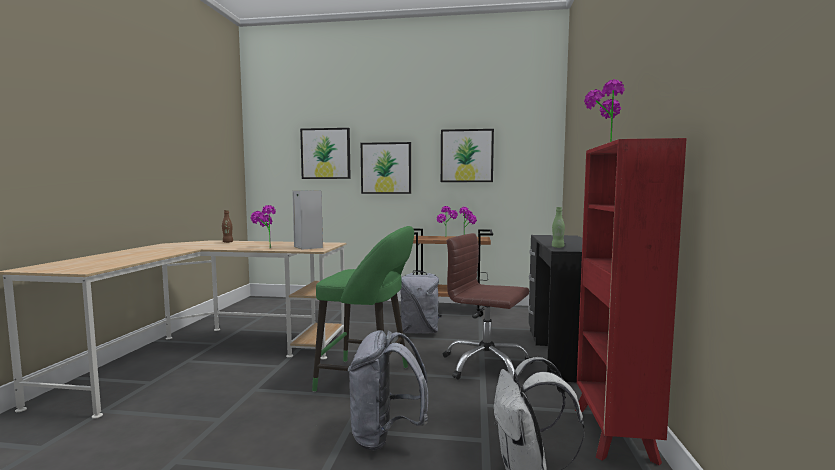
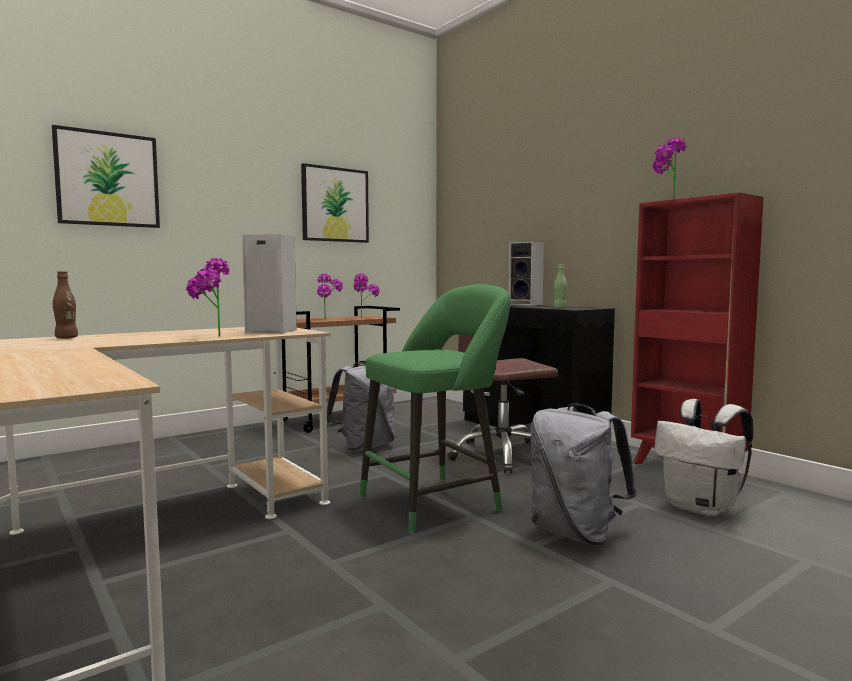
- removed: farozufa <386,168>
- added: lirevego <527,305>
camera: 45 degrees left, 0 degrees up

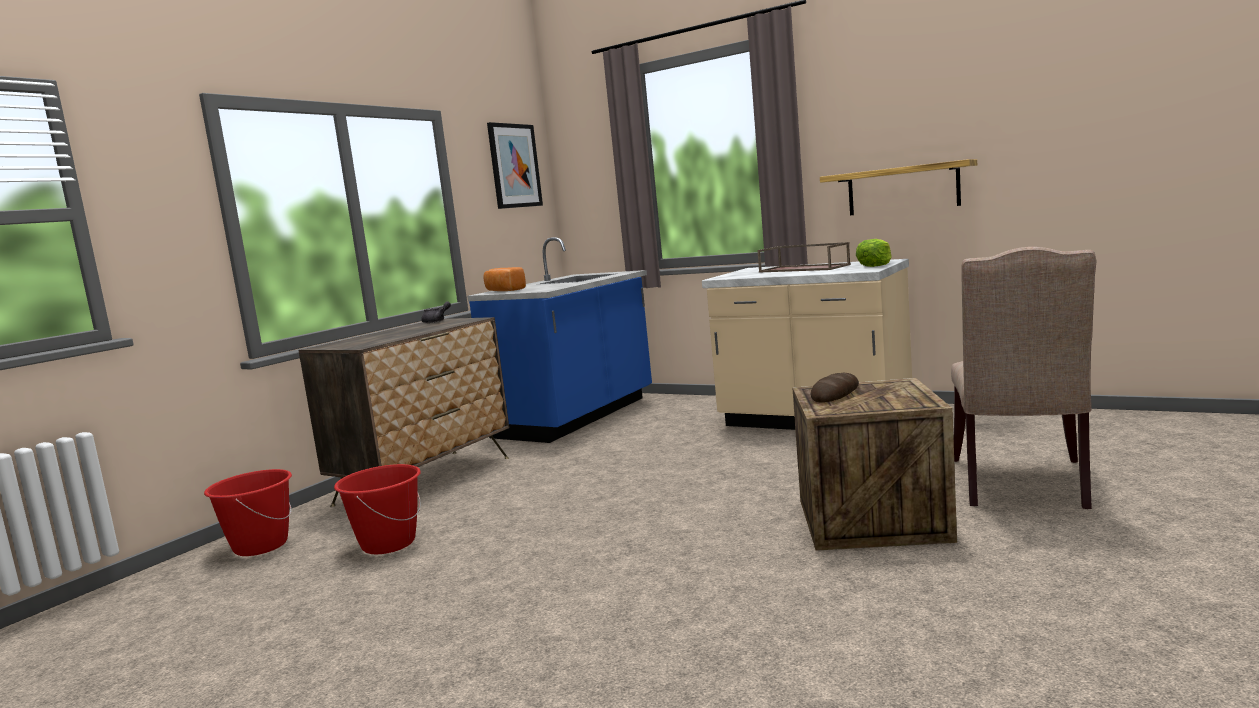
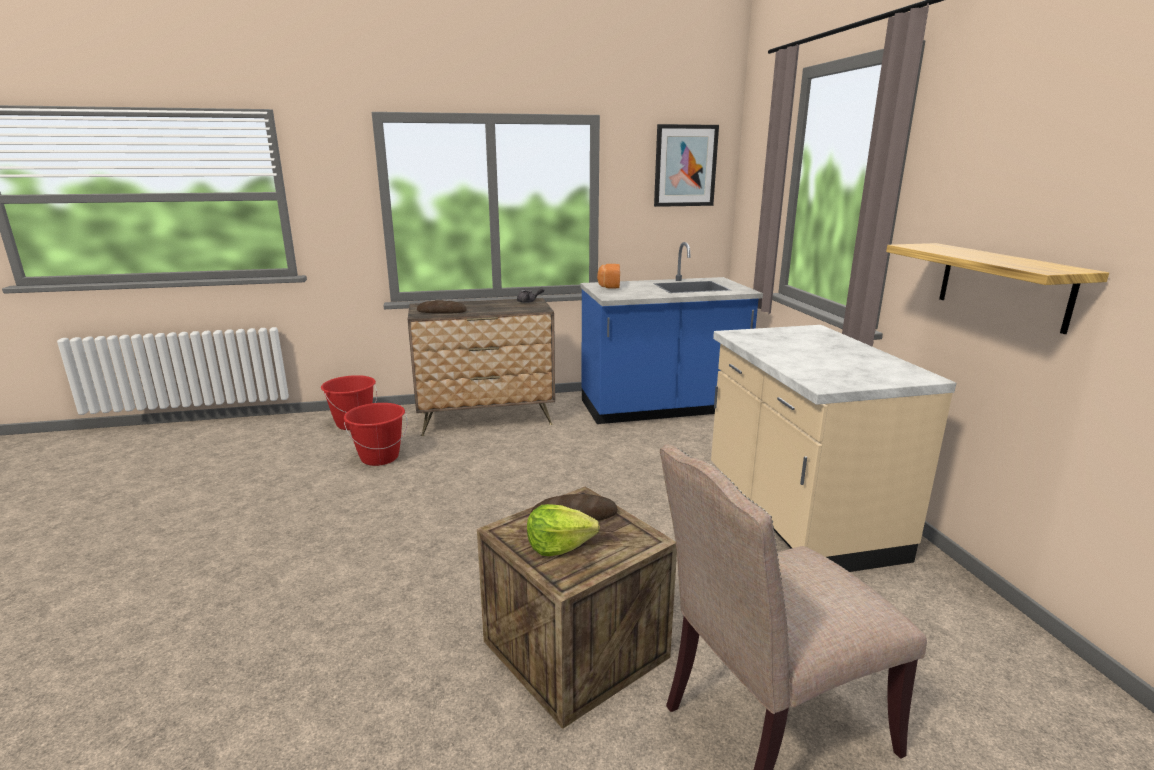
- moved: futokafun <875,265> to <558,545>
- removed: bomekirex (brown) <805,268>
- added: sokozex <442,311>
camera: 45 degrees right, 10 degrees up

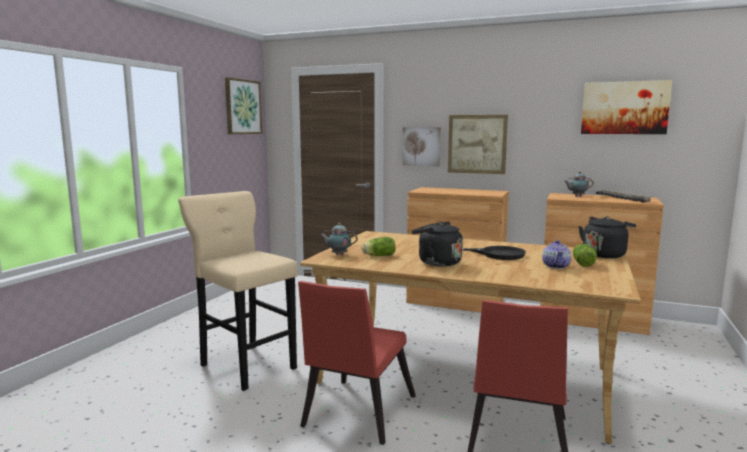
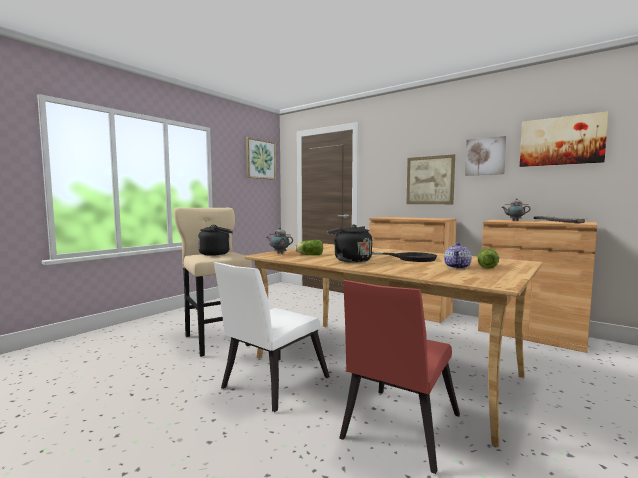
- moved: farozufa <421,146> to <485,156>
- moved: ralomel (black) <604,254> to <216,254>
- recoloured: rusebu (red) <355,414> to rusebu (white) <270,384>
camera: 15 degrees right, 5 degrees down

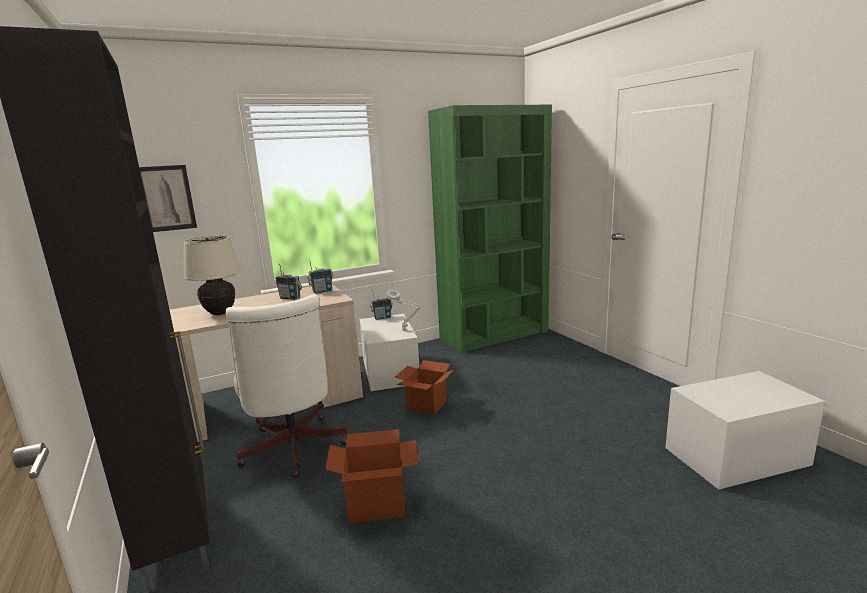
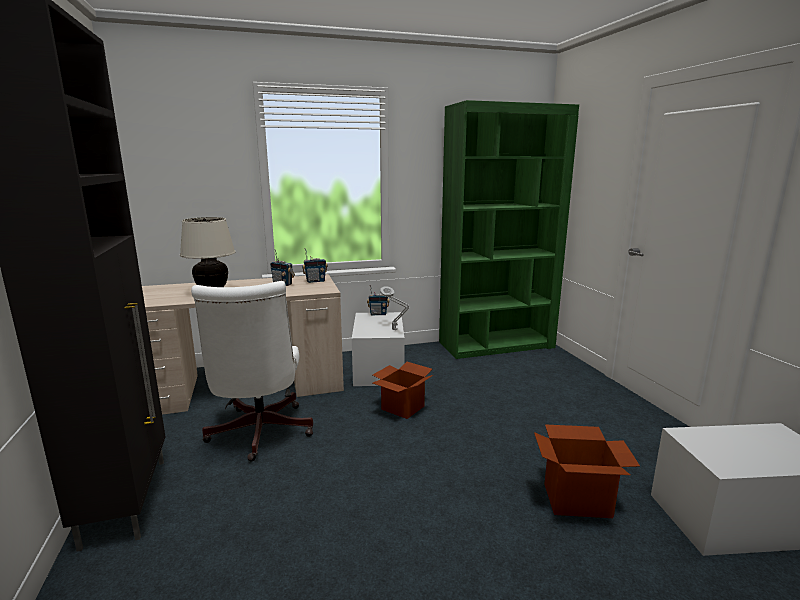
- removed: farozufa <167,198>
- moved: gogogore <377,504> to <577,500>
camera: 10 degrees right, 0 degrees up

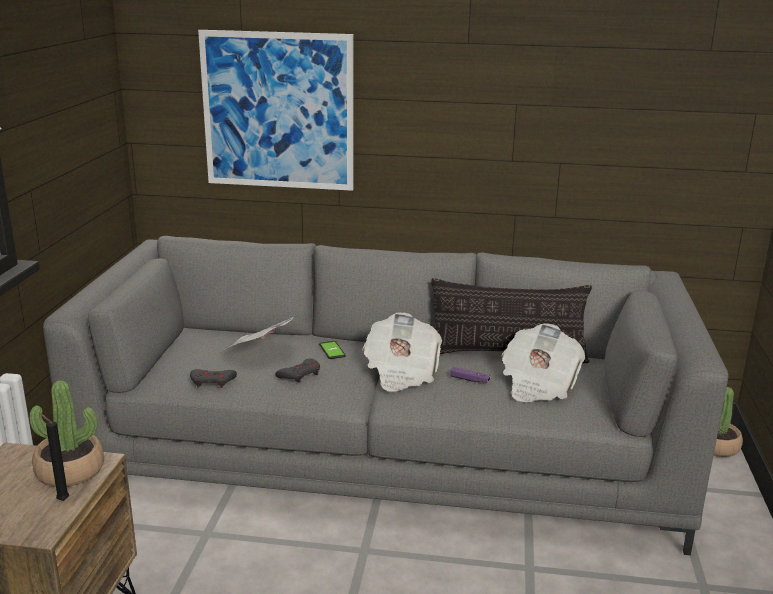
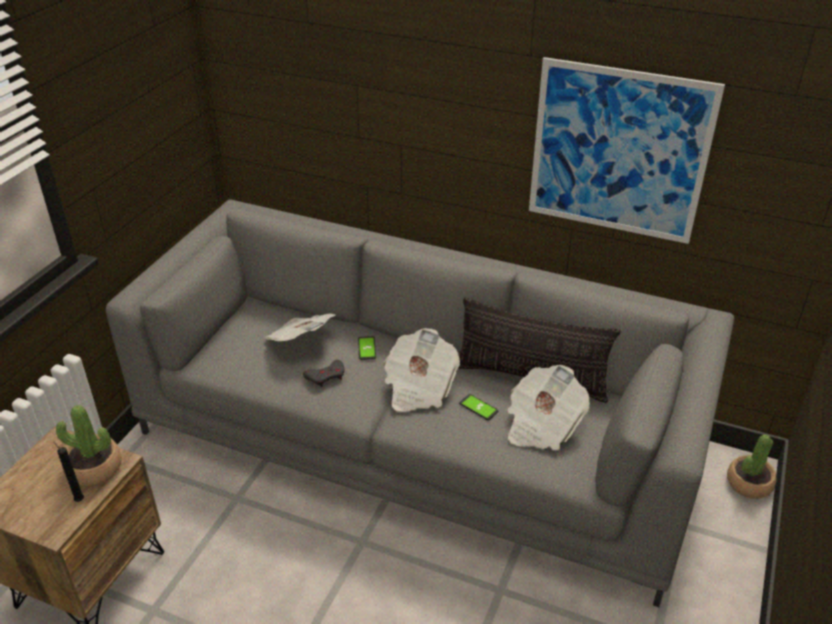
- moved: farozufa <278,111> to <618,152>
- replaced: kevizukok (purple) <469,380> to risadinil <478,408>
- removed: kevizukok (grey) <212,381>
camera: 15 degrees right, 15 degrees up

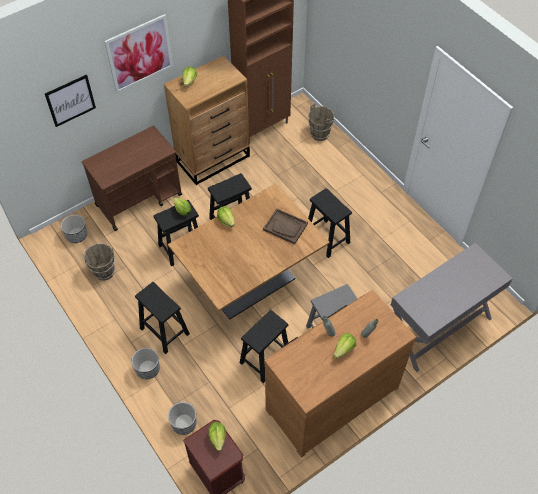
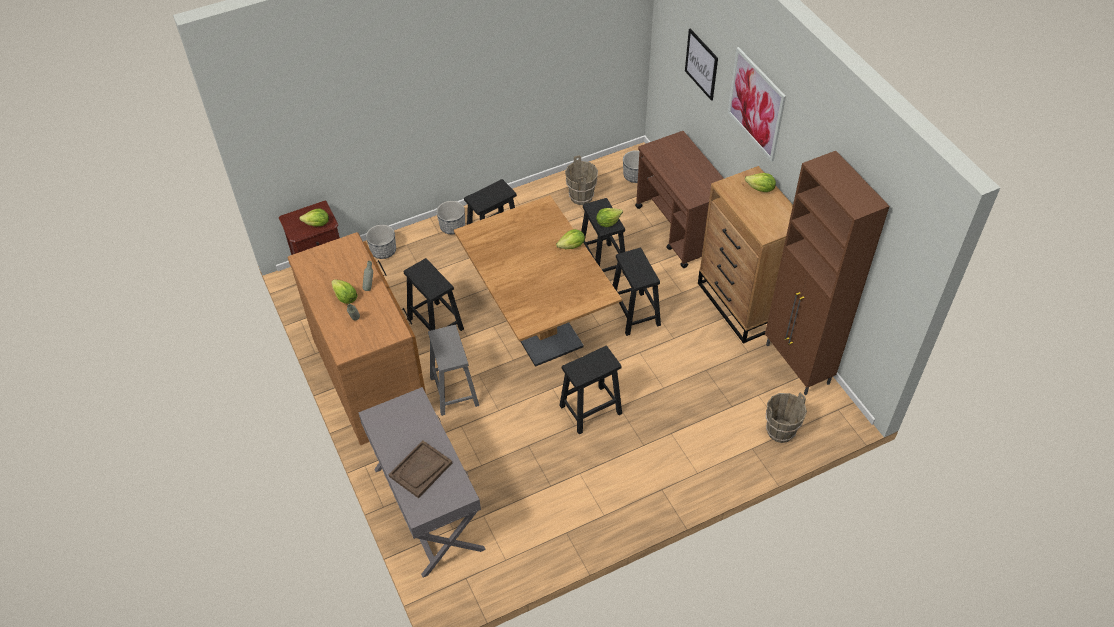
- moved: bomekirex (brown) <285,227> to <420,470>
camera: 100 degrees right, 5 degrees down

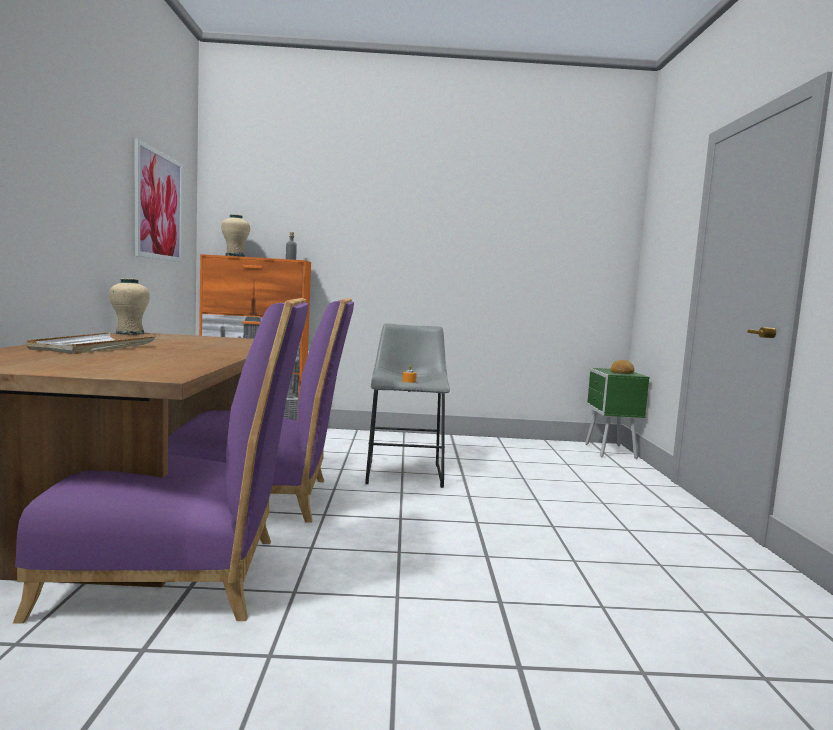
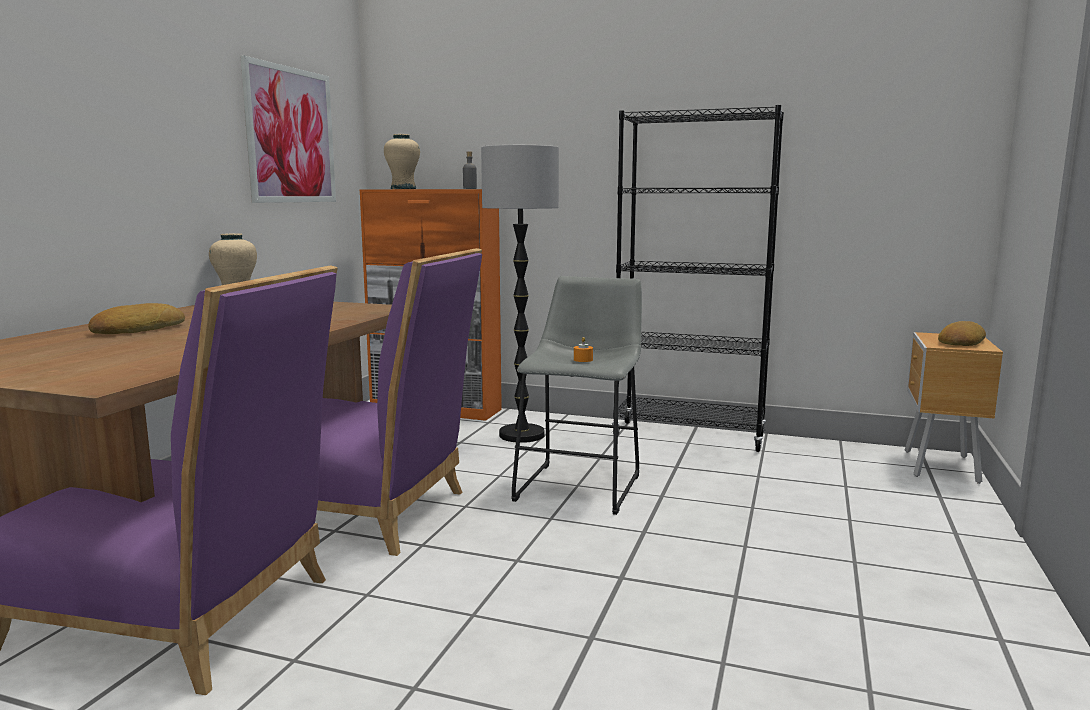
- replaced: bomekirex (white) <94,347> to sokozex <137,329>
- recoloured: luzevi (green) <609,452> to luzevi (brown) <939,467>
- added: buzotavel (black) <689,436>
- added: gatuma <521,435>
camera: 20 degrees right, 5 degrees up

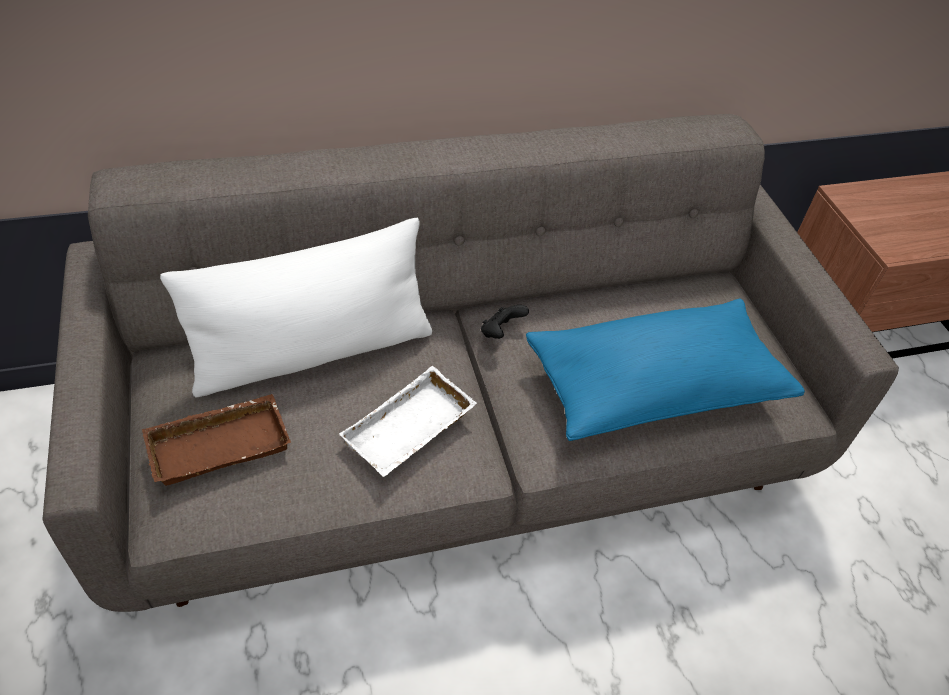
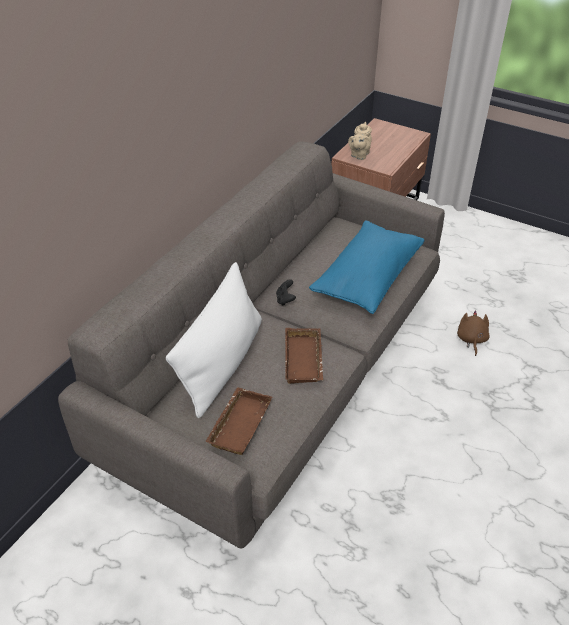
- recoloured: bomekirex (white) <410,431> to bomekirex (brown) <305,360>
- added: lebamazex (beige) <359,155>
- added: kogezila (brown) <471,340>
camera: 40 degrees left, 5 degrees down

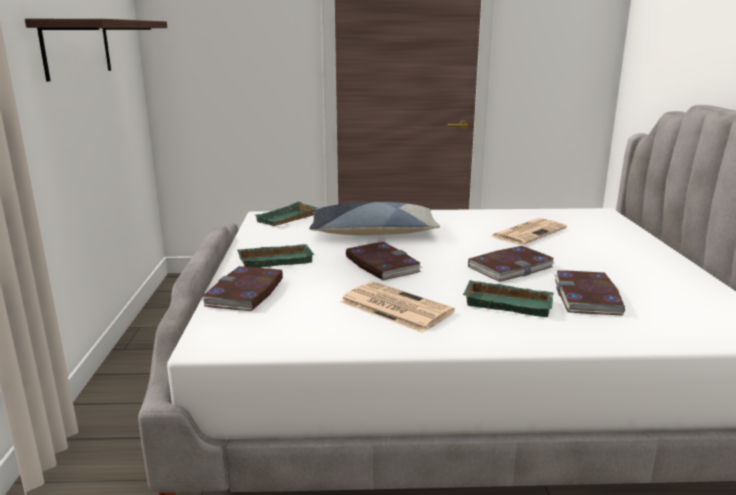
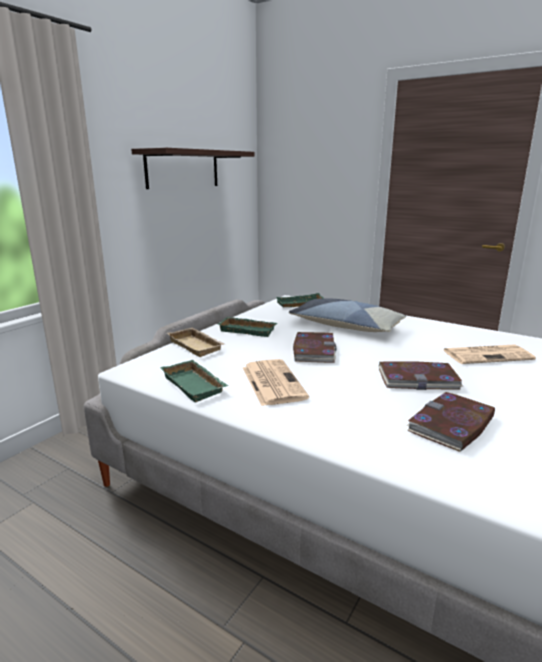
- replaced: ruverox <245,292> to bomekirex (beige) <197,346>
- moved: bomekirex (green) <509,303> to <196,385>
camera: 35 degrees right, 0 degrees up

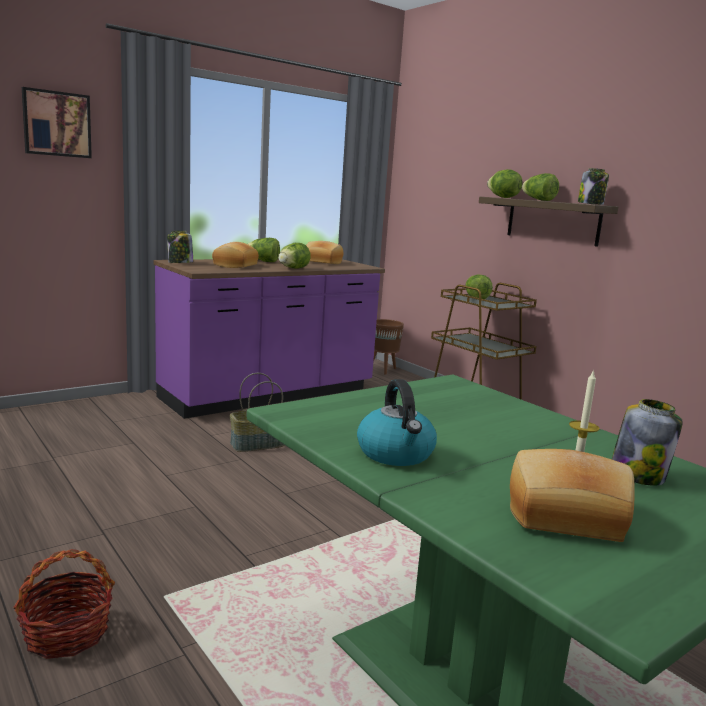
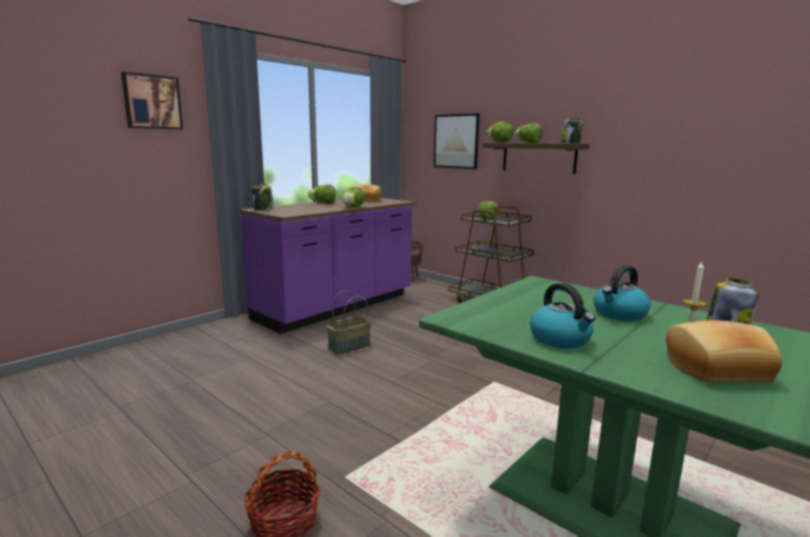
- removed: sokozex <234,265>
- added: farozufa <456,141>
- added: ralomel <619,314>
camera: 10 degrees left, 0 degrees up

